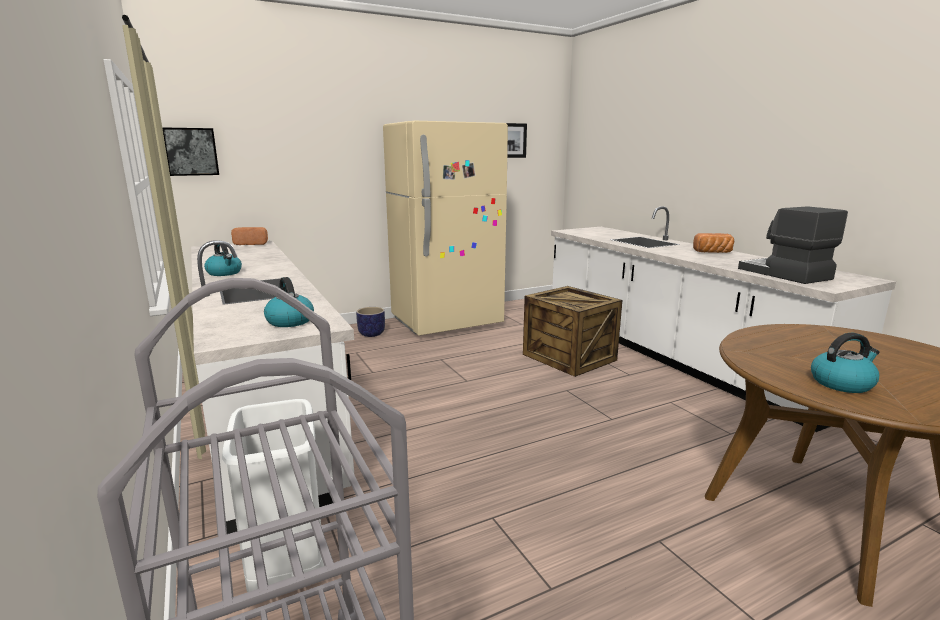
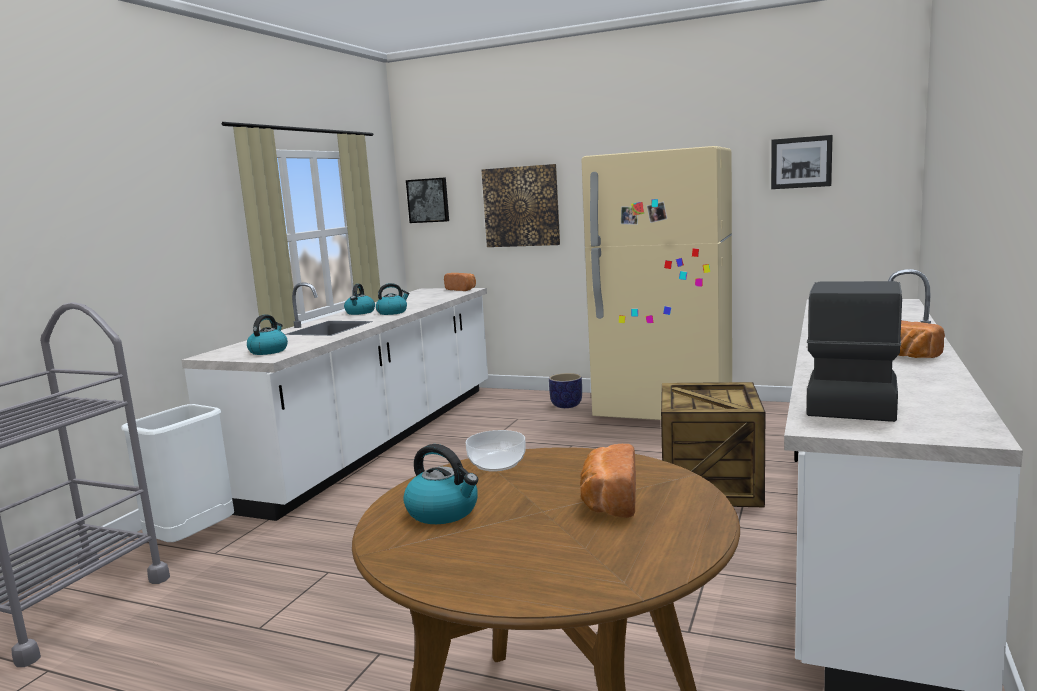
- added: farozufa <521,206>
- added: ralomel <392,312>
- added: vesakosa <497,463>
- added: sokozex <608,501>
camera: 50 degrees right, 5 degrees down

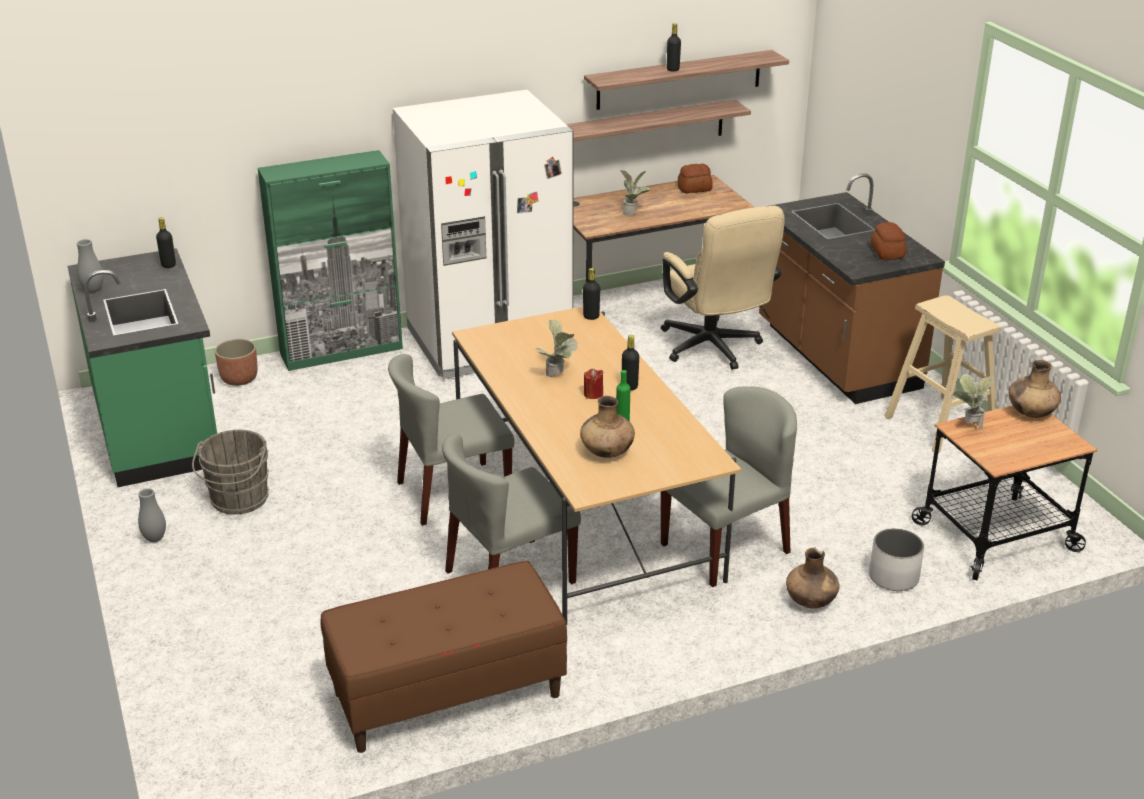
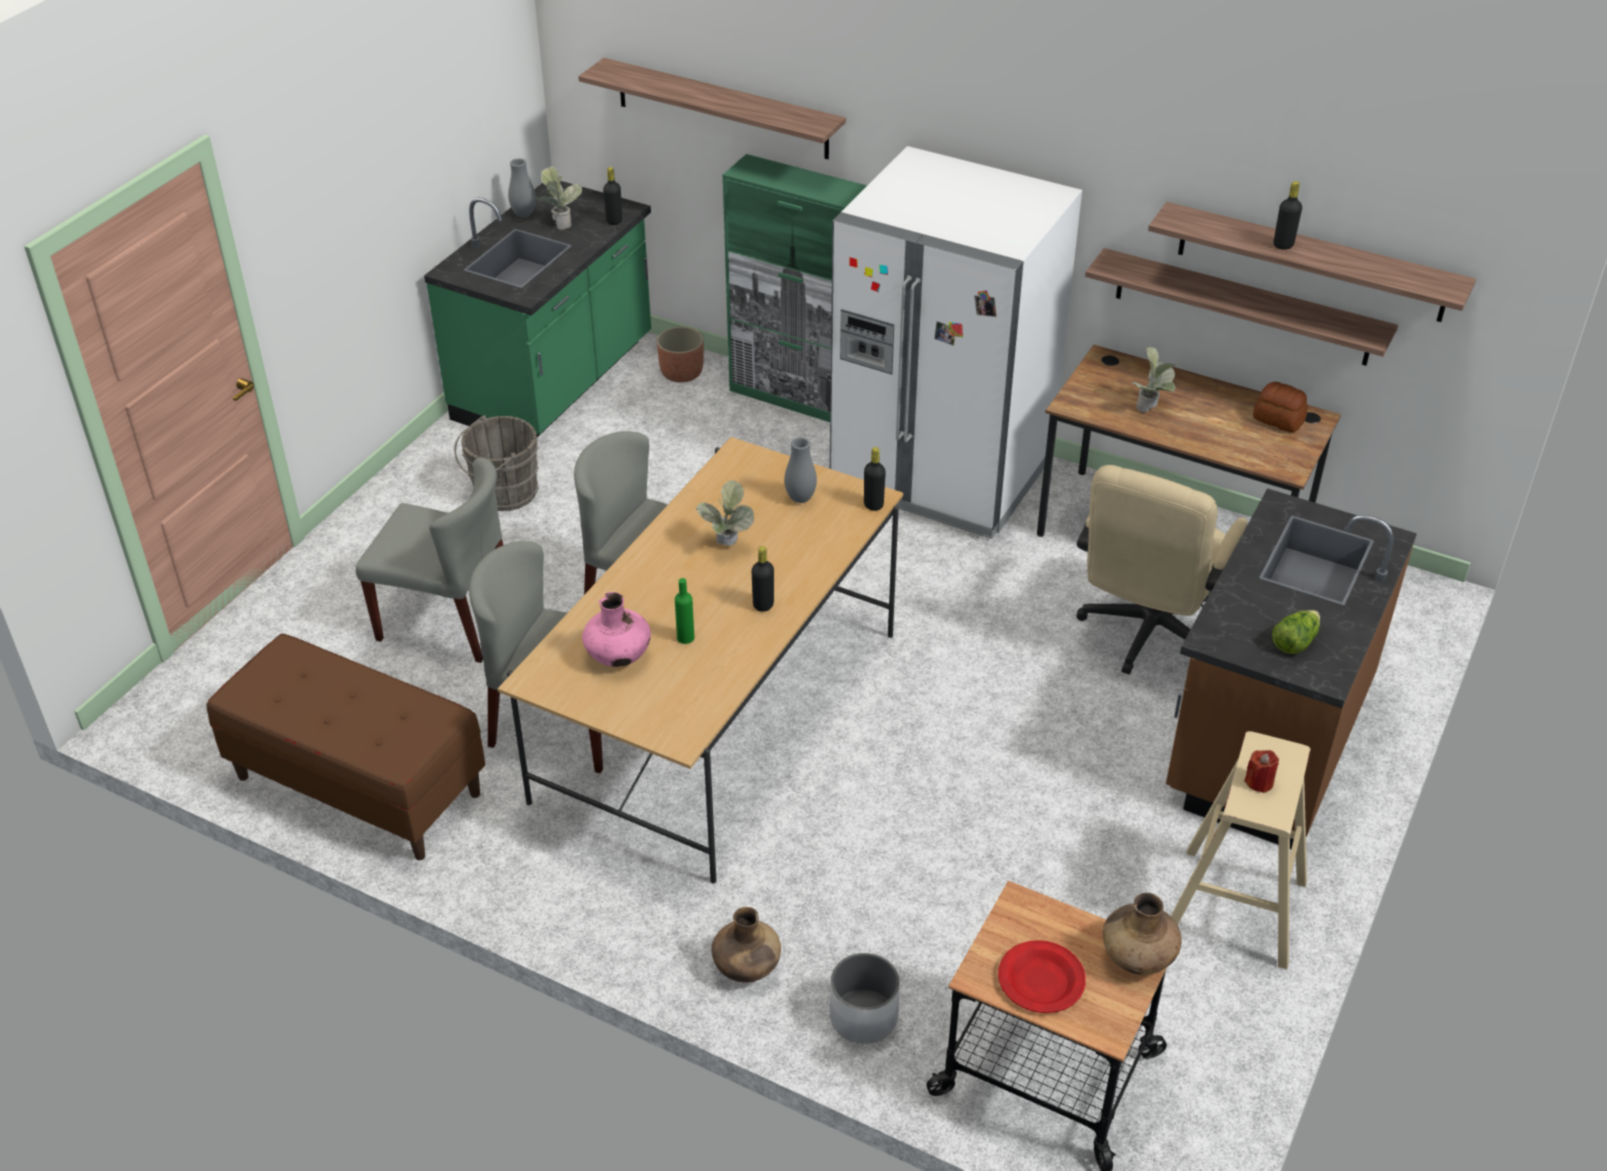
- replaced: sokozex <887,252> to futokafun <1294,642>
- moved: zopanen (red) <593,394> to <1259,782>
- moved: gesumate <968,425> to <560,223>
- moved: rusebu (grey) <725,547> to <449,620>
- recoloured: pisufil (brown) <607,452> to pisufil (pink) <619,656>
- moved: pisufil (grey) <155,539> to <800,498>
- added: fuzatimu <722,109>
- added: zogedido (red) <1041,980>
camera: 50 degrees right, 10 degrees up

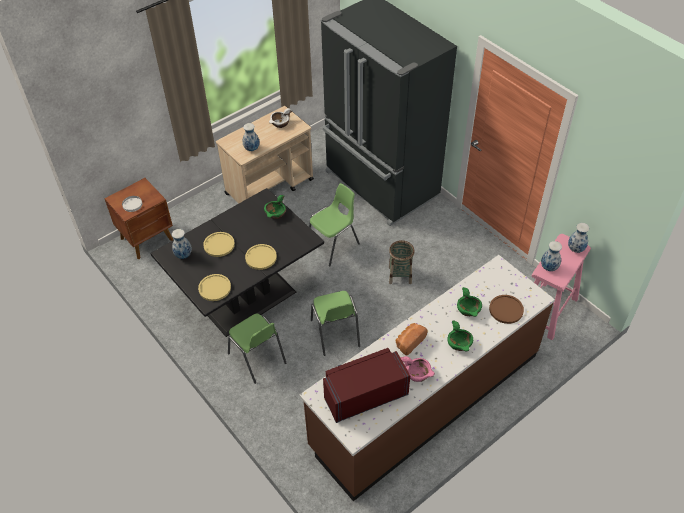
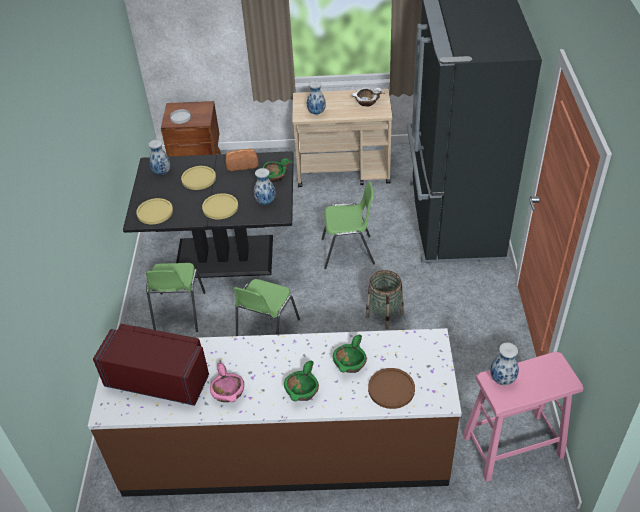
- moved: pisufil <576,249> to <265,202>
- moved: sokozex <409,342> to <242,165>
camera: 40 degrees right, 5 degrees down

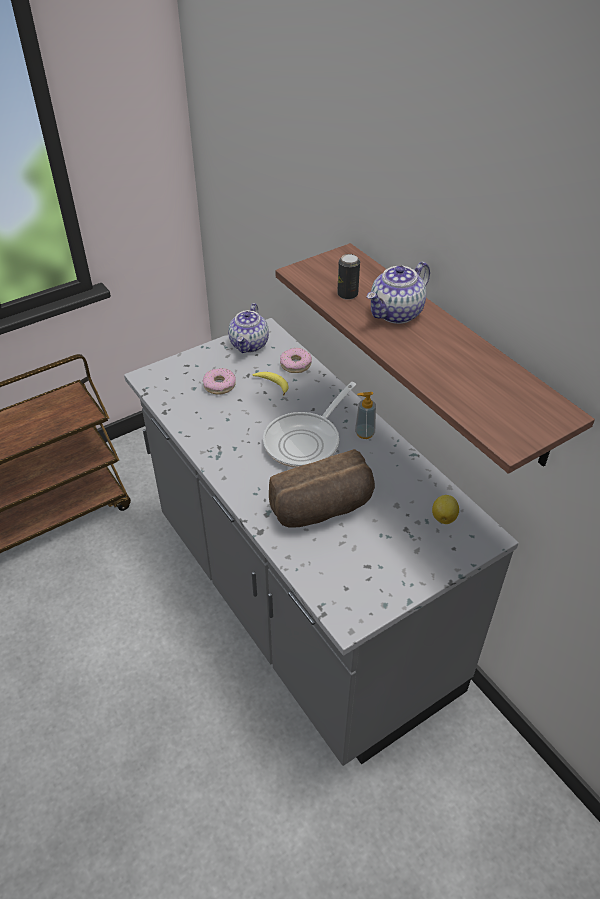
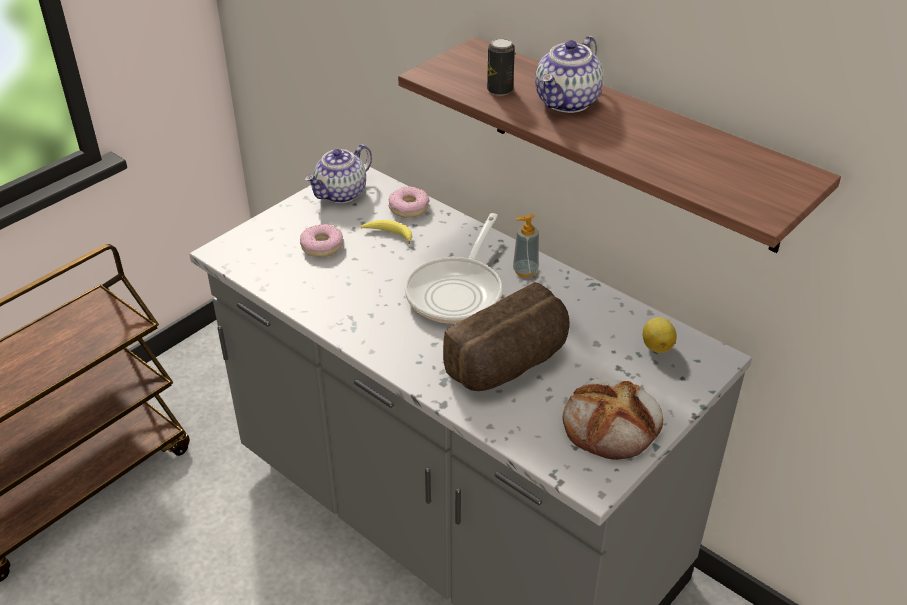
- turned: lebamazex <249,345> = <341,194> 45 degrees clockwise
- added: sokozex <612,423>
camera: 15 degrees left, 5 degrees down

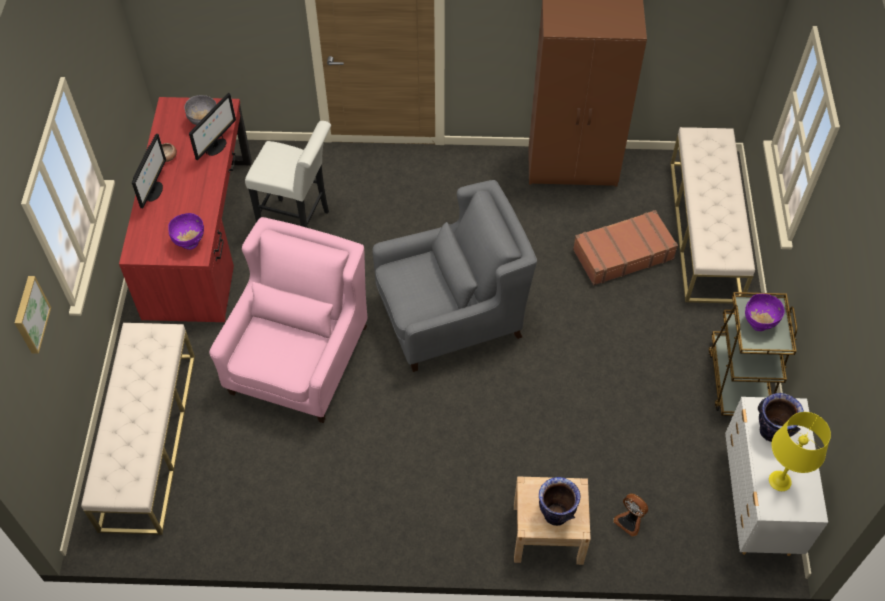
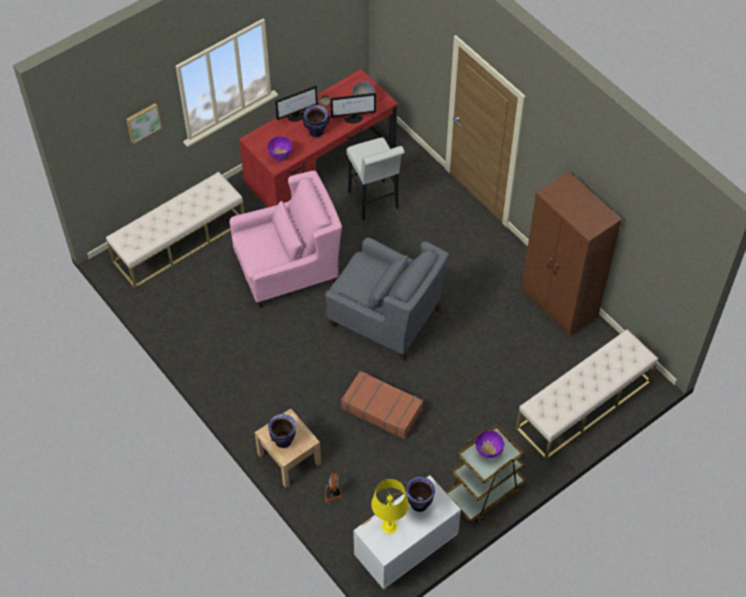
- moved: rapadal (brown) <622,254> to <382,408>
- added: pisufil <316,132>
camera: 50 degrees right, 0 degrees up

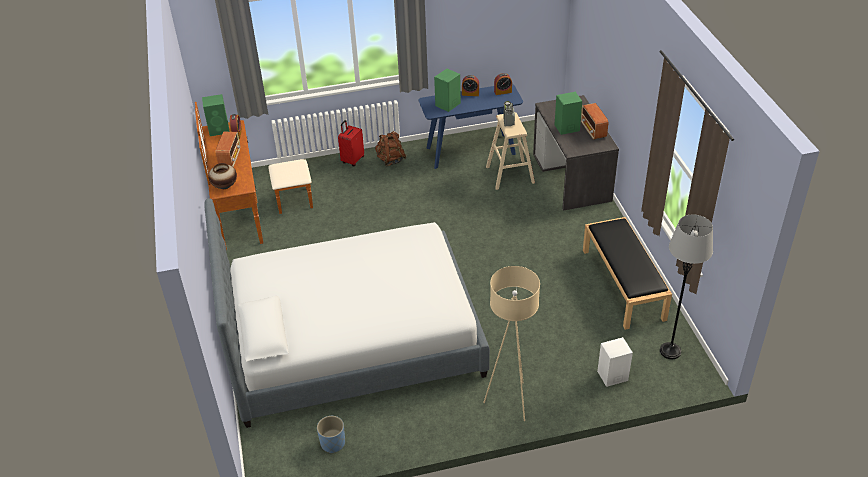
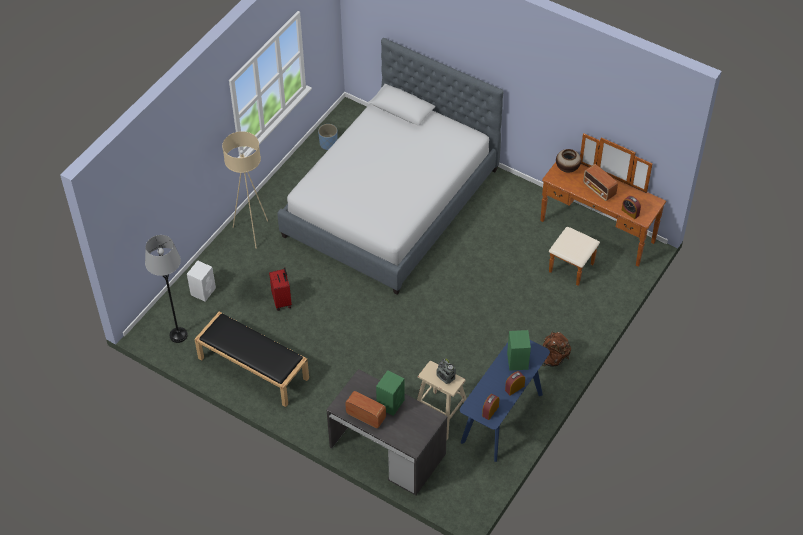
- removed: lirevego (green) <219,129>
- moved: rapadal (red) <352,160> to <282,301>
camera: 135 degrees right, 10 degrees up

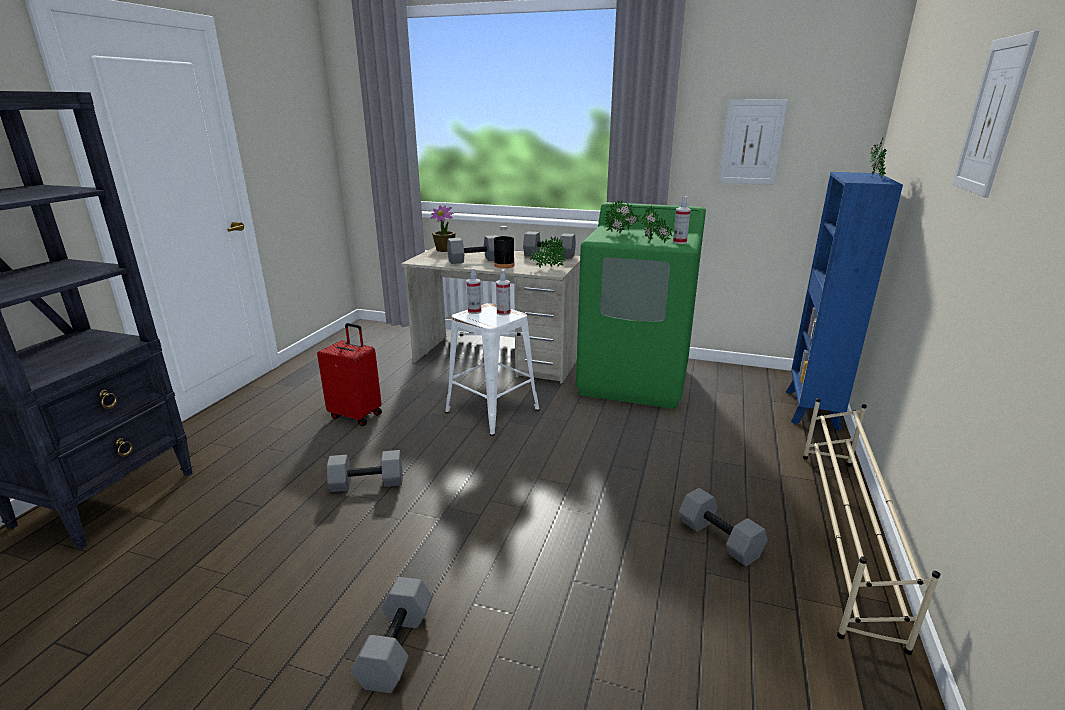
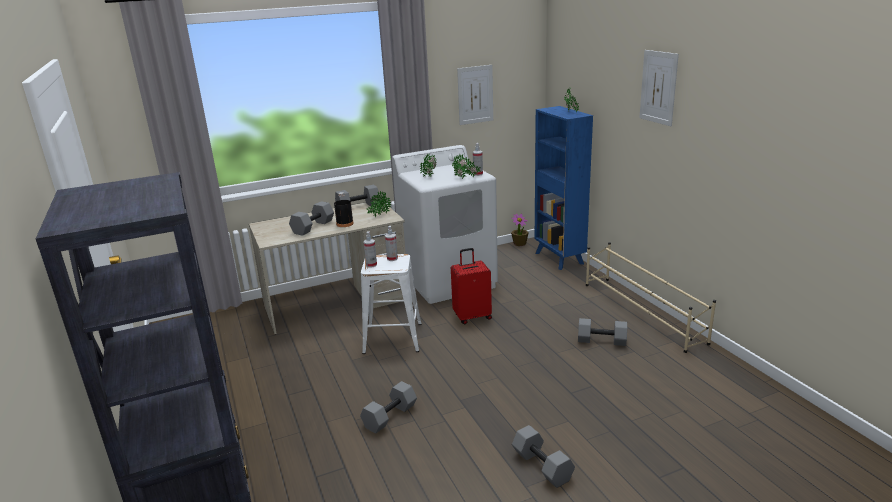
- recoloured: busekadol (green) <634,380> to busekadol (white) <449,280>
- moved: gesumate <445,250> to <519,243>
- moved: rapadal (red) <356,415> to <472,316>
camera: 40 degrees left, 0 degrees up

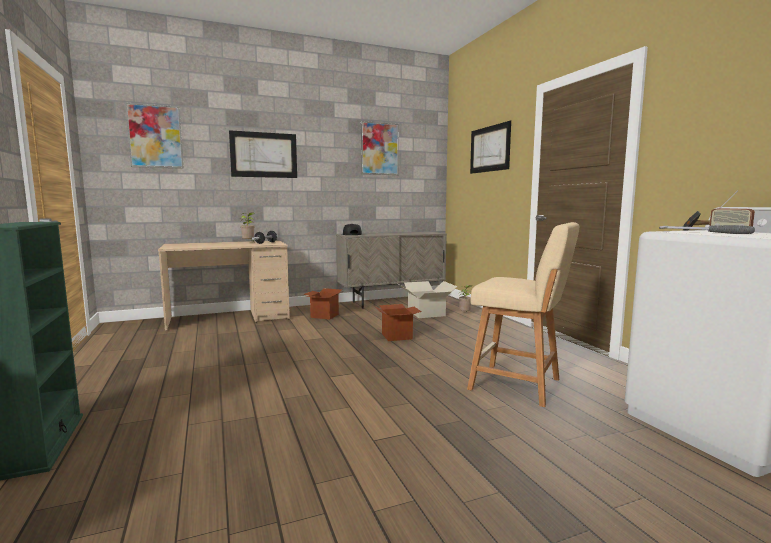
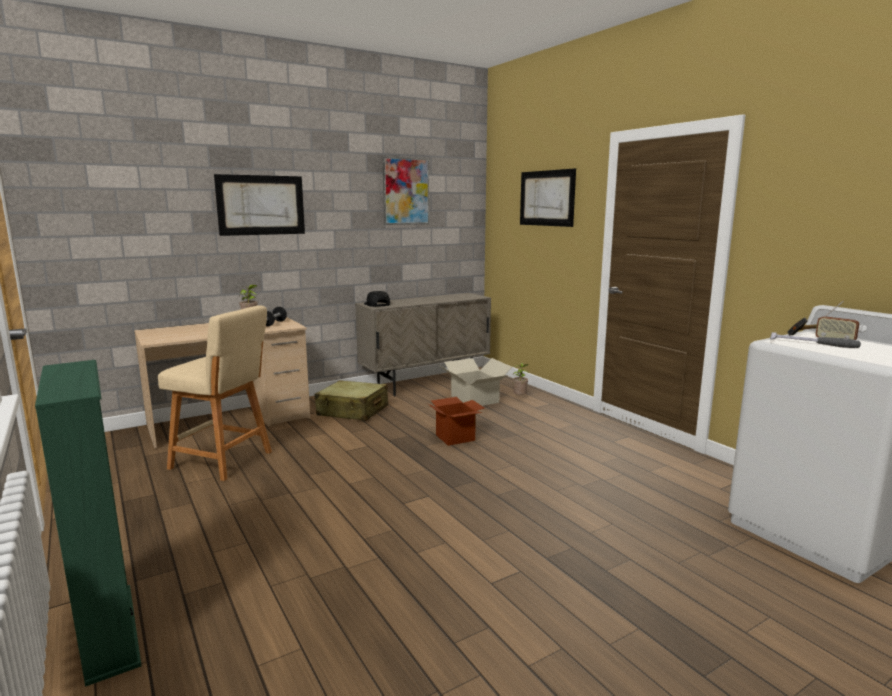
- removed: farozufa <155,136>
- moved: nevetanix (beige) <519,385> to <225,461>
- replaced: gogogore <325,316> to rapadal (beige) <353,411>
camera: 10 degrees left, 5 degrees up

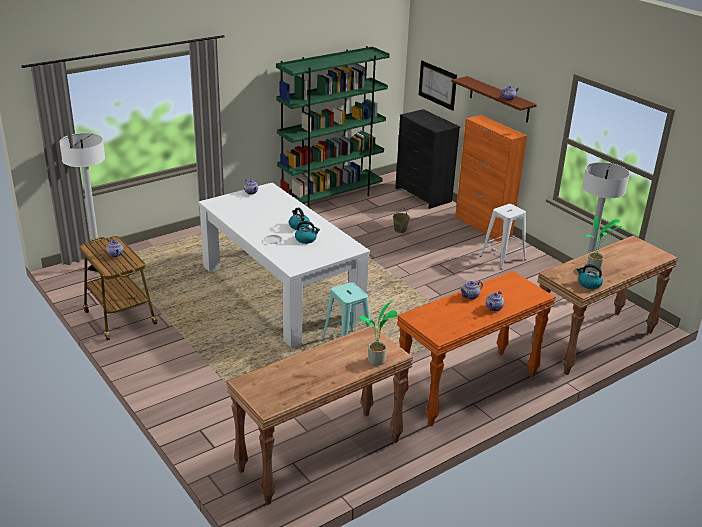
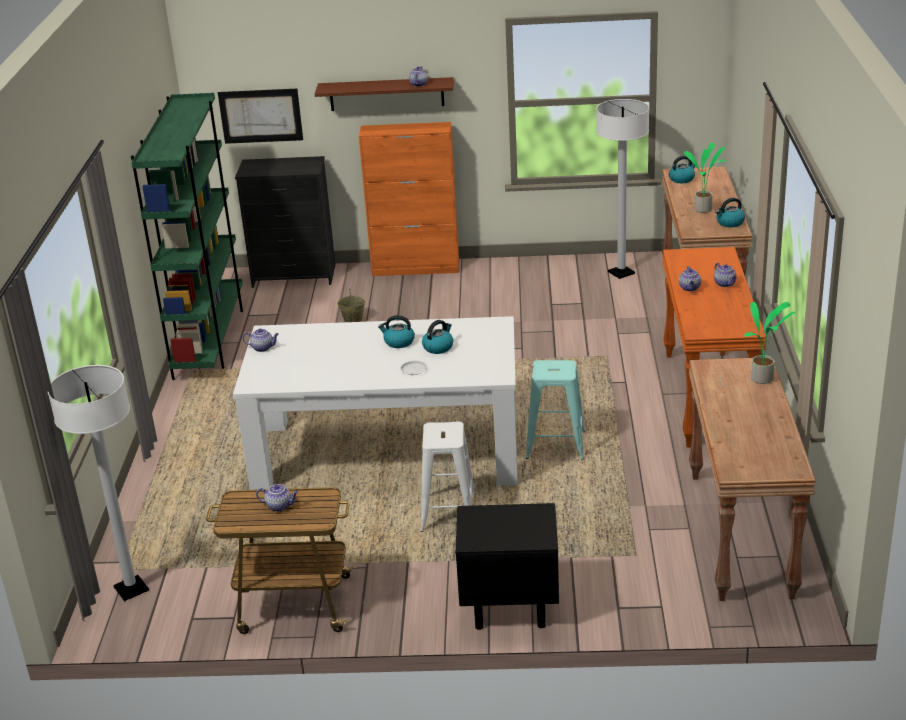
- moved: nevetanix (white) <502,258> to <448,513>
- added: ralomel <682,179>
- added: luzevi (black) <508,607>
camera: 50 degrees left, 0 degrees up

